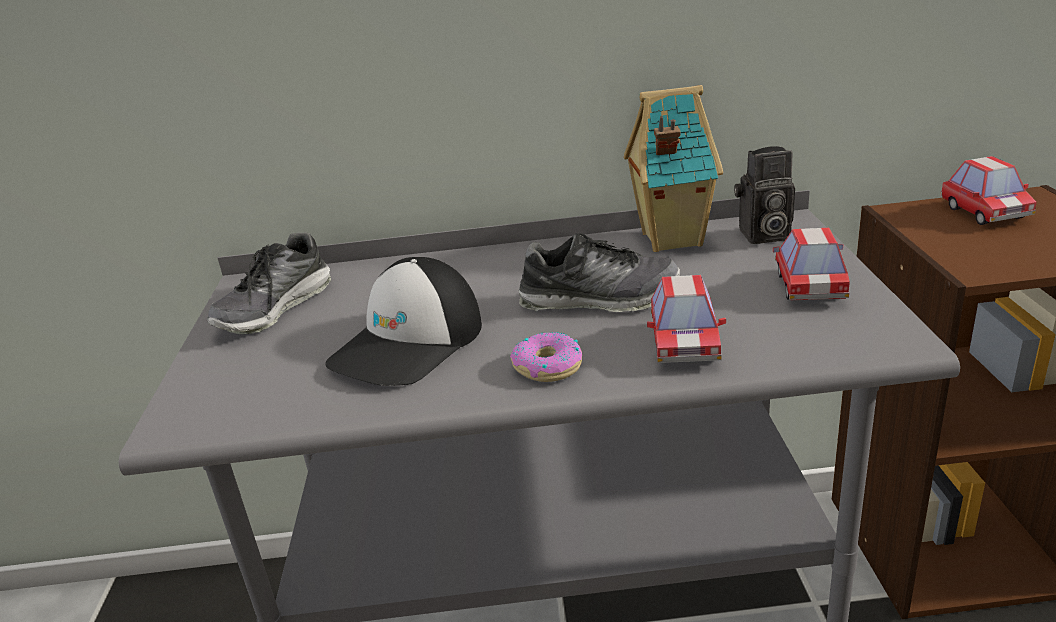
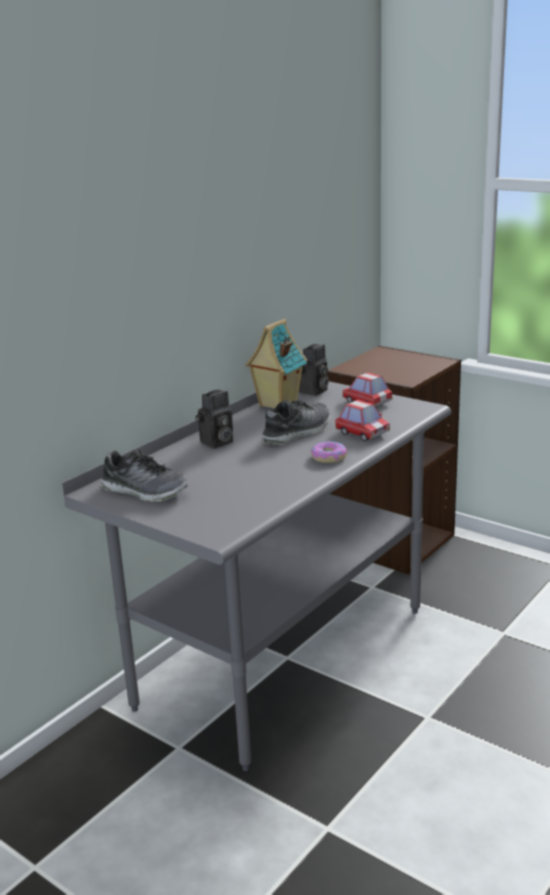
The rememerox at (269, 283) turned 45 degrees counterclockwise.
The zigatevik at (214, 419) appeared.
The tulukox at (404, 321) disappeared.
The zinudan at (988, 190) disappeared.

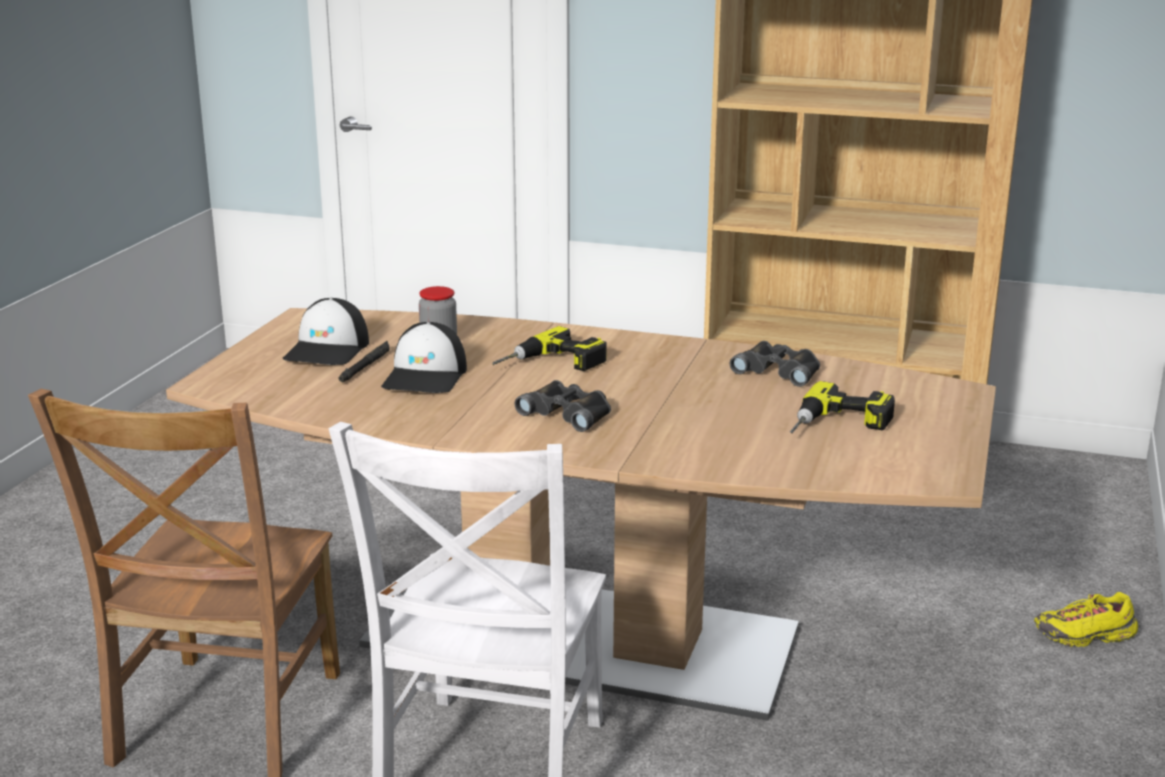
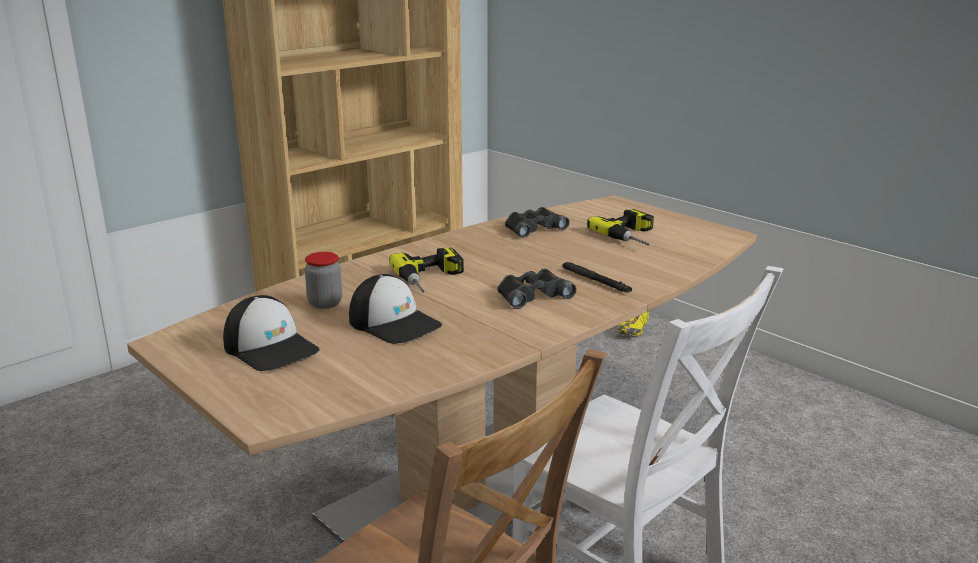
The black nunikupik moved from (364, 362) to (597, 277).

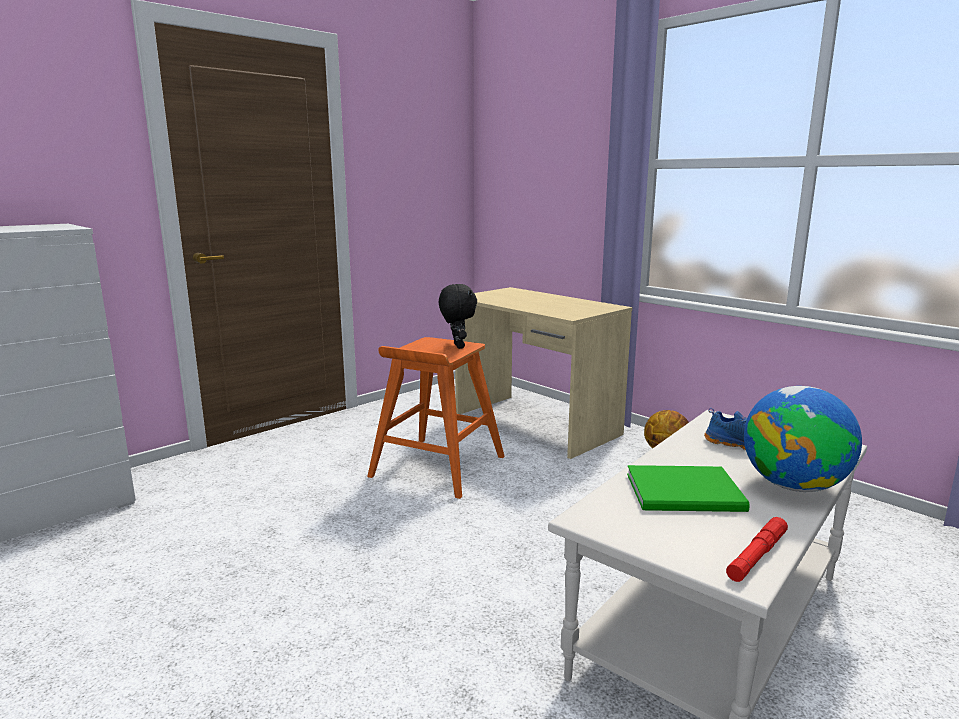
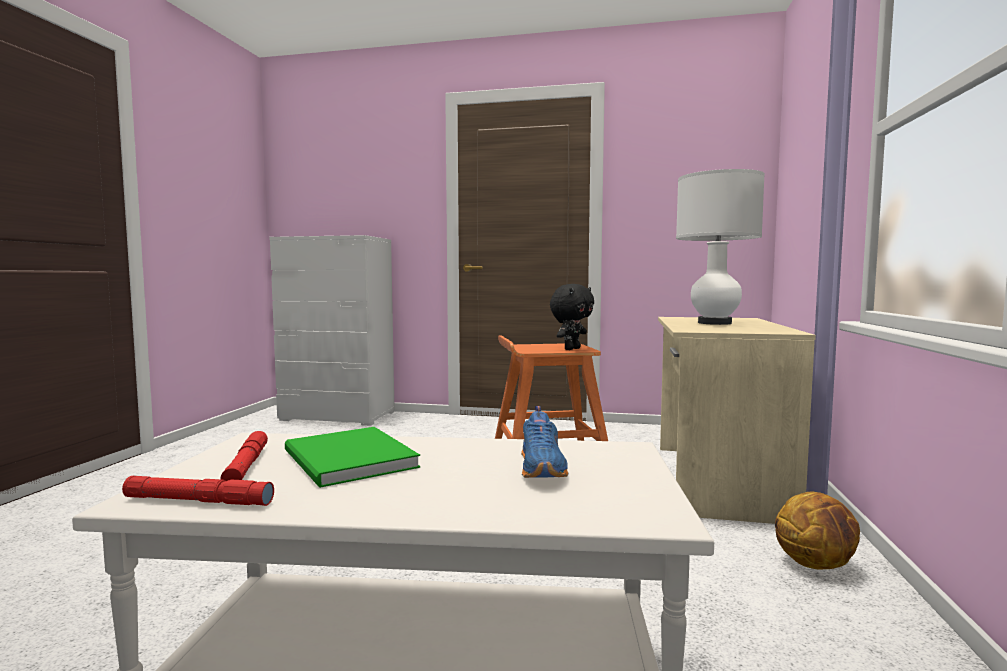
The red nunikupik at (244, 456) appeared.
The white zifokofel at (720, 247) appeared.
The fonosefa at (803, 439) disappeared.

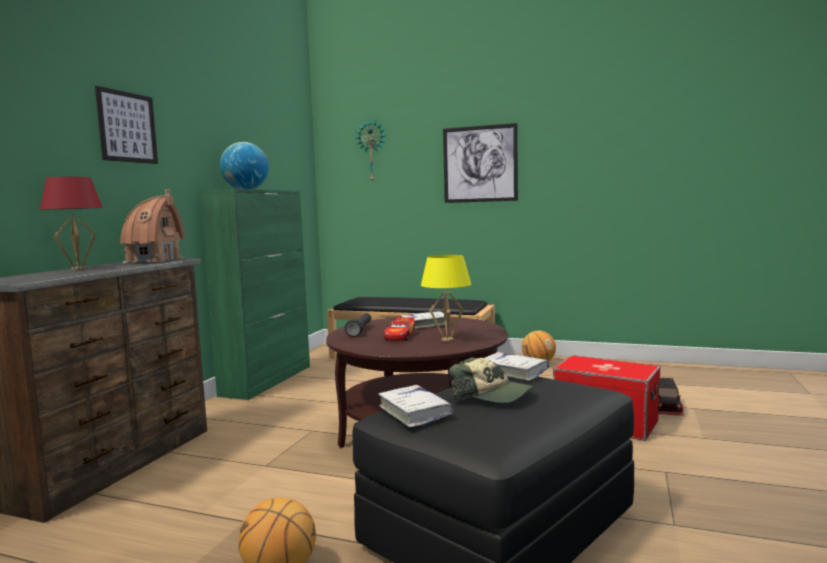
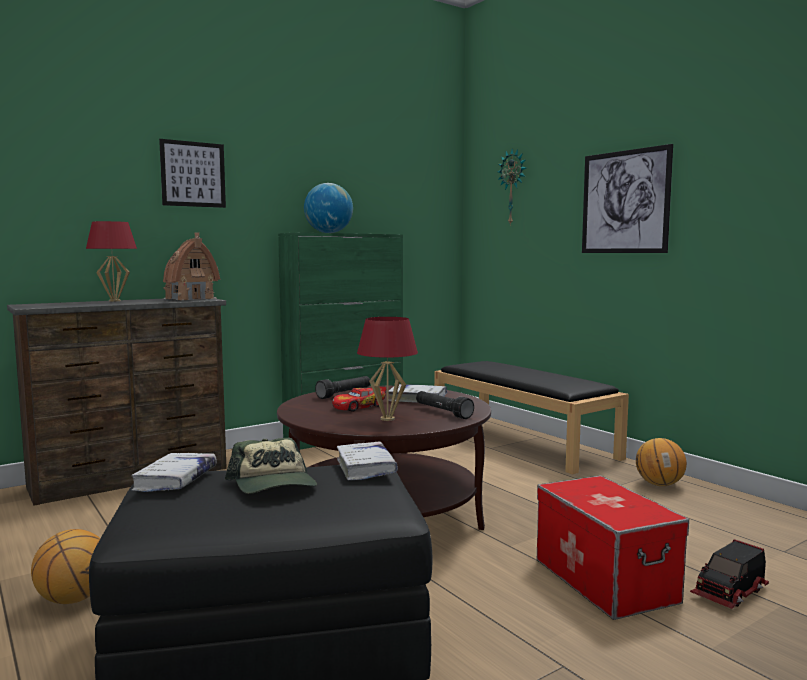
The yellow zifokofel at (446, 298) became the red zifokofel at (387, 369).
The black nunikupik at (445, 405) appeared.

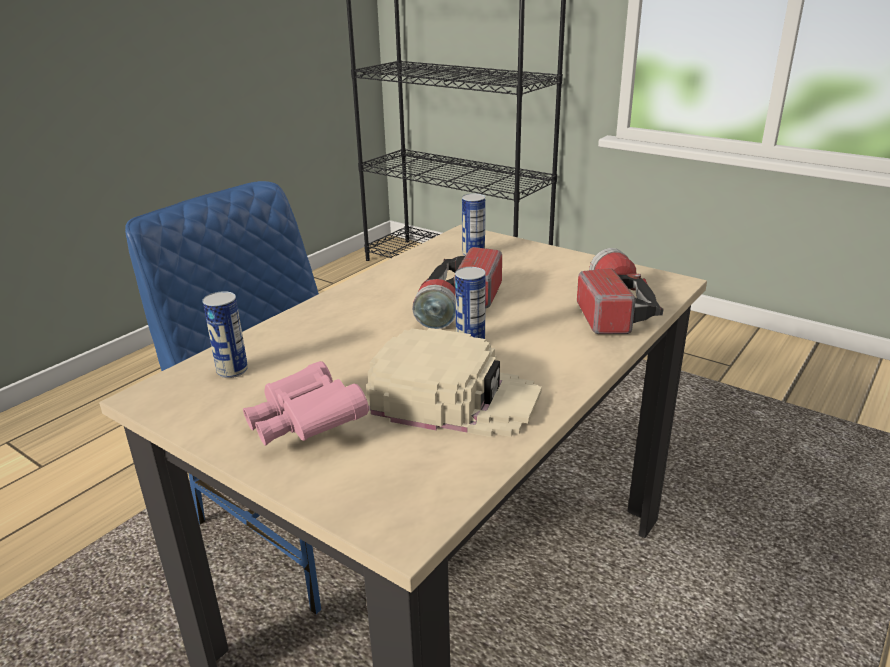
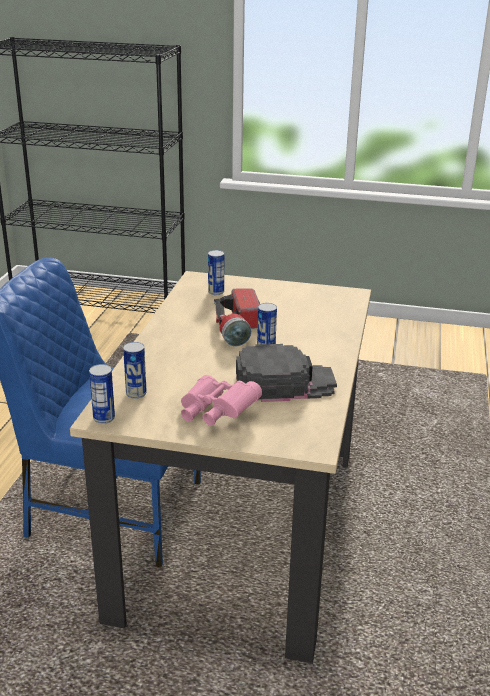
The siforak at (102, 394) appeared.
The beige tulukox at (454, 382) became the black tulukox at (286, 373).
The nunikupik at (620, 291) disappeared.

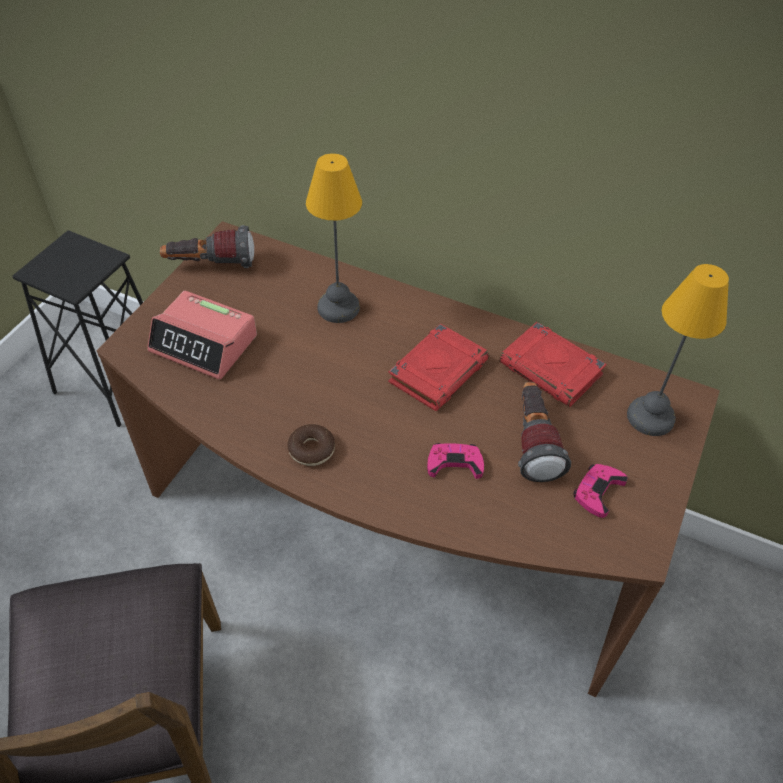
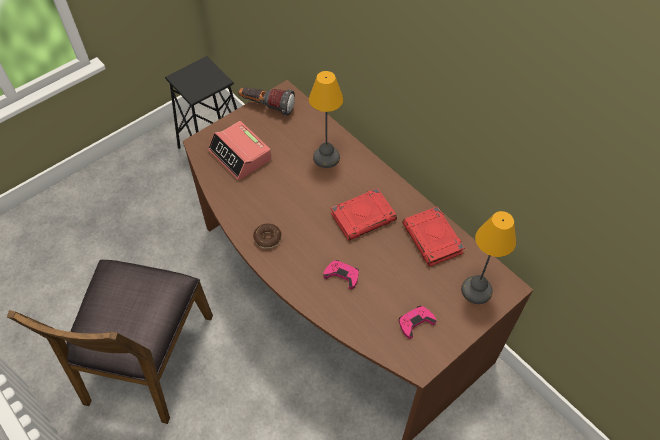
The nunikupik at (544, 432) disappeared.

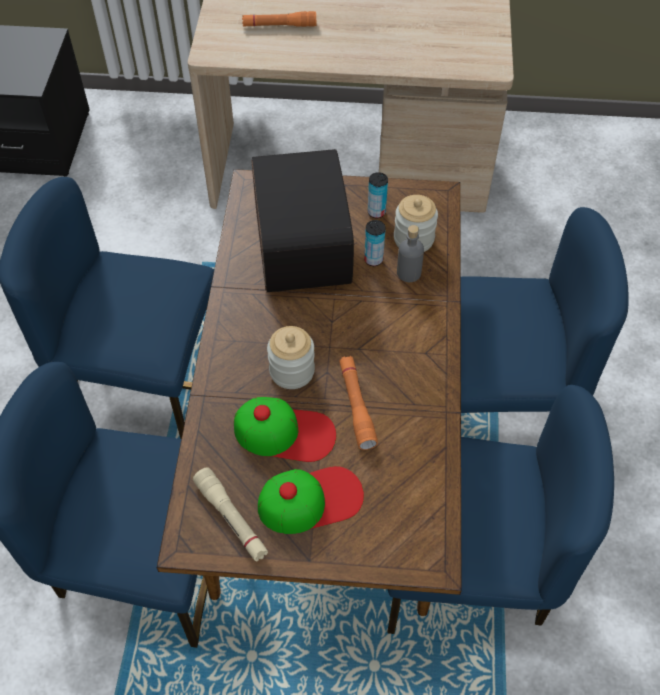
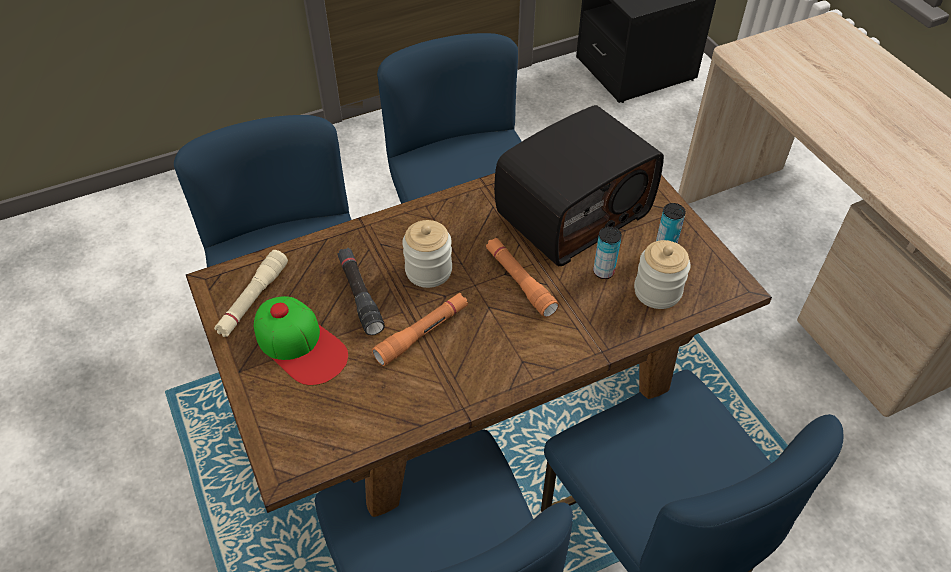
The tulukox at (285, 429) was replaced by the black nunikupik at (361, 291).
The orange nunikupik moved from (279, 19) to (522, 277).
The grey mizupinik at (410, 253) disappeared.

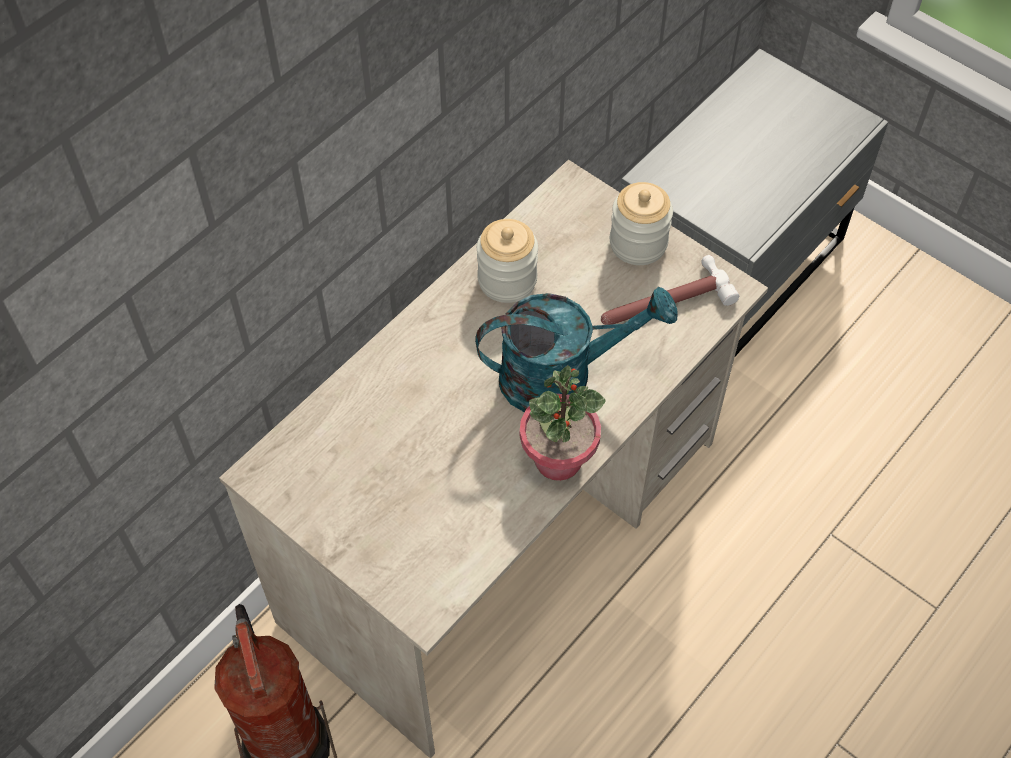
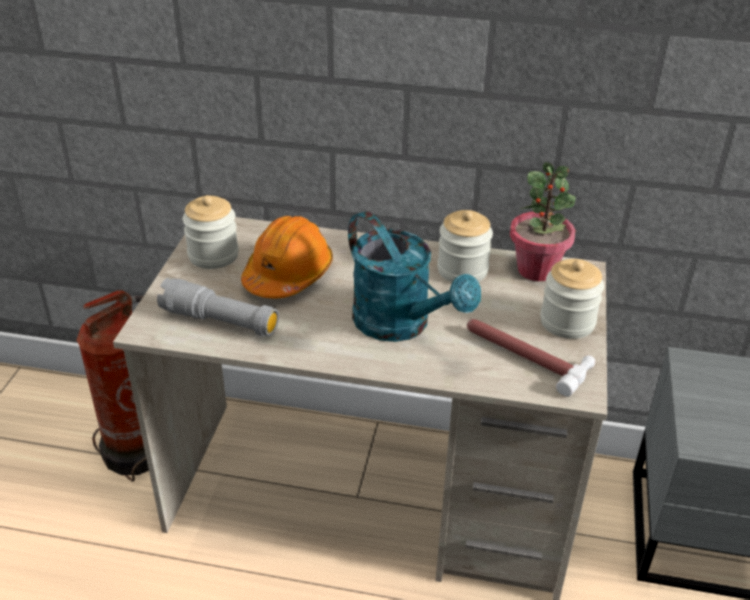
The grey nunikupik at (218, 307) appeared.
The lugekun at (210, 232) appeared.
The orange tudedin at (287, 257) appeared.
The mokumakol moved from (563, 423) to (543, 221).

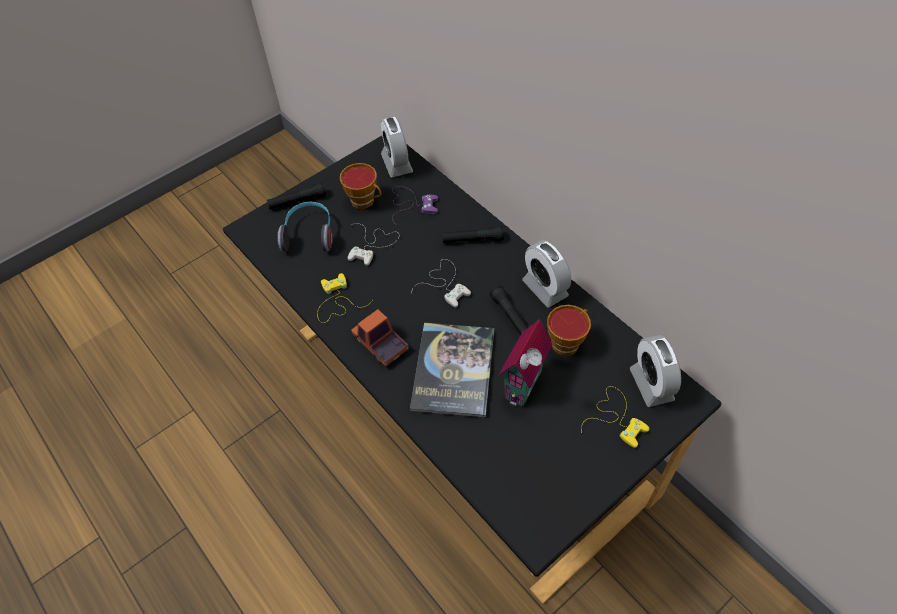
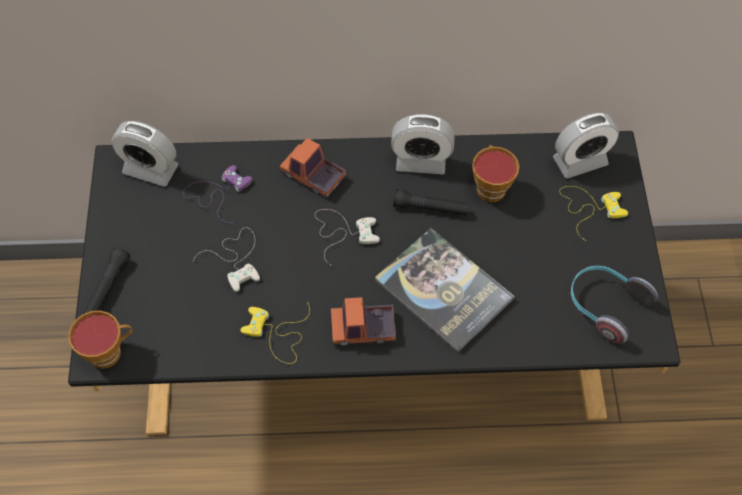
The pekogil moved from (361, 186) to (100, 339).
The black nunikupik at (472, 234) was replaced by the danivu at (313, 168).
The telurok at (655, 371) turned 45 degrees counterclockwise.
The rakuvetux moved from (305, 227) to (614, 305).
The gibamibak at (526, 363) disappeared.

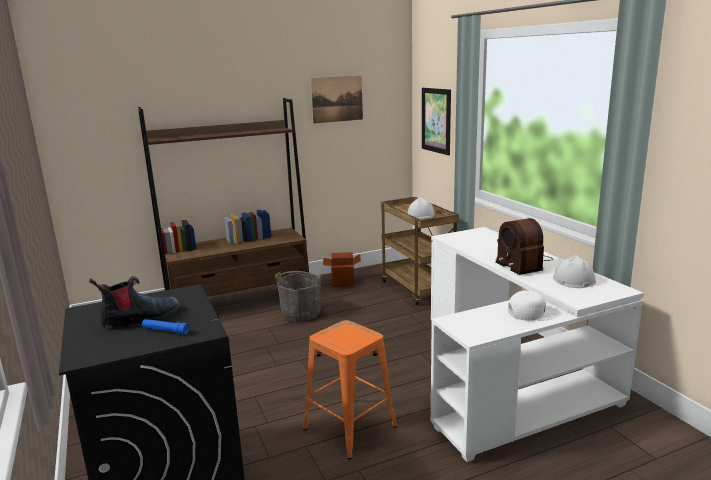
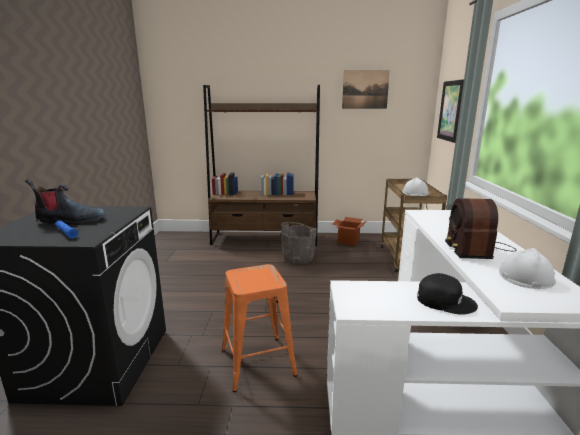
The white tulukox at (532, 306) became the black tulukox at (447, 294).

